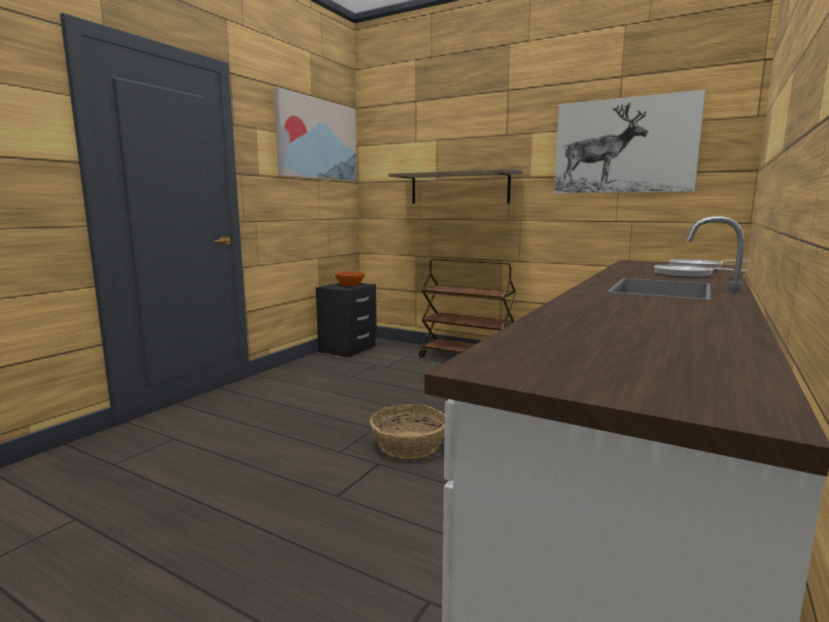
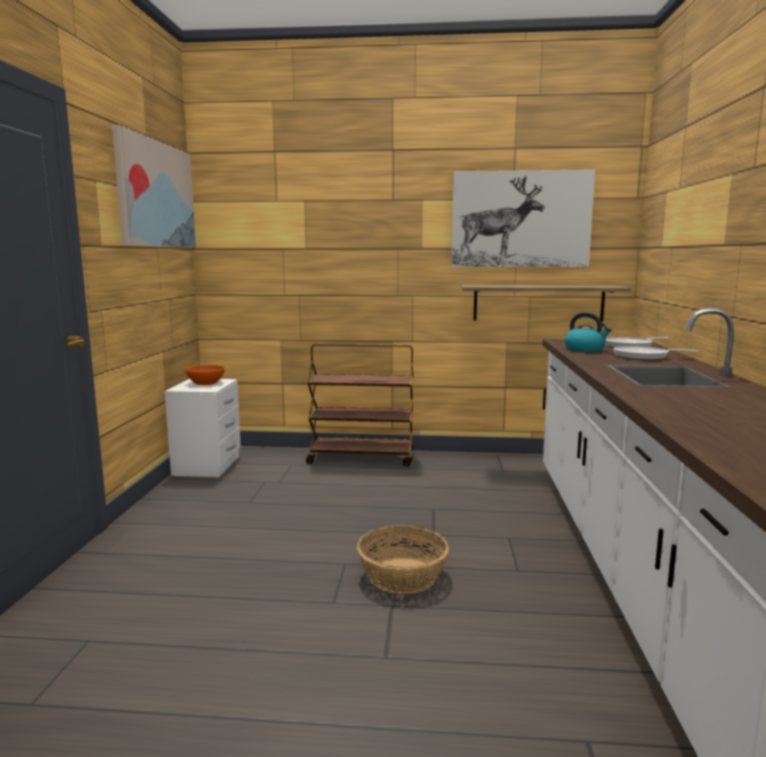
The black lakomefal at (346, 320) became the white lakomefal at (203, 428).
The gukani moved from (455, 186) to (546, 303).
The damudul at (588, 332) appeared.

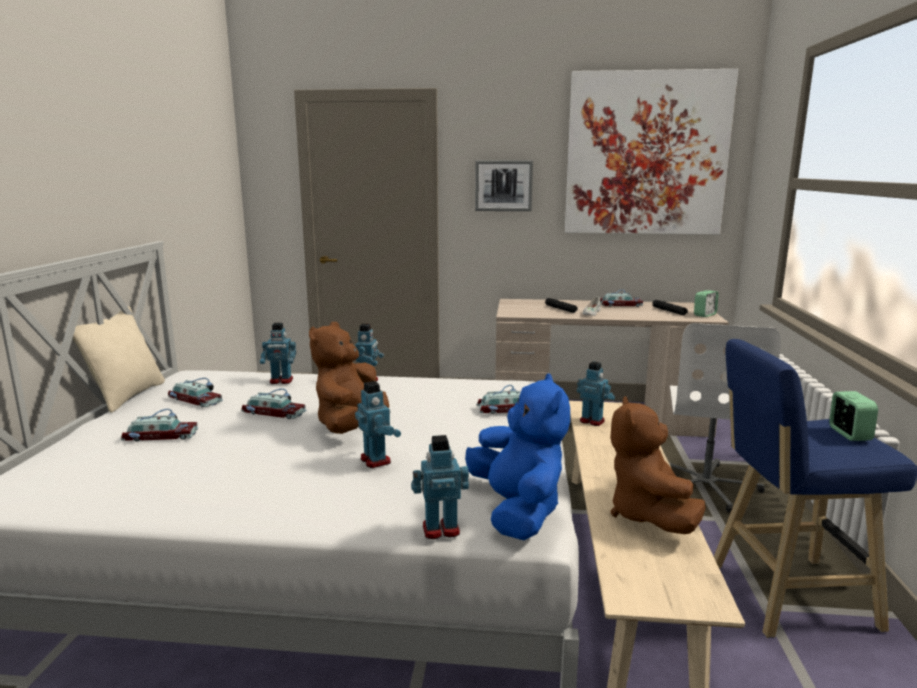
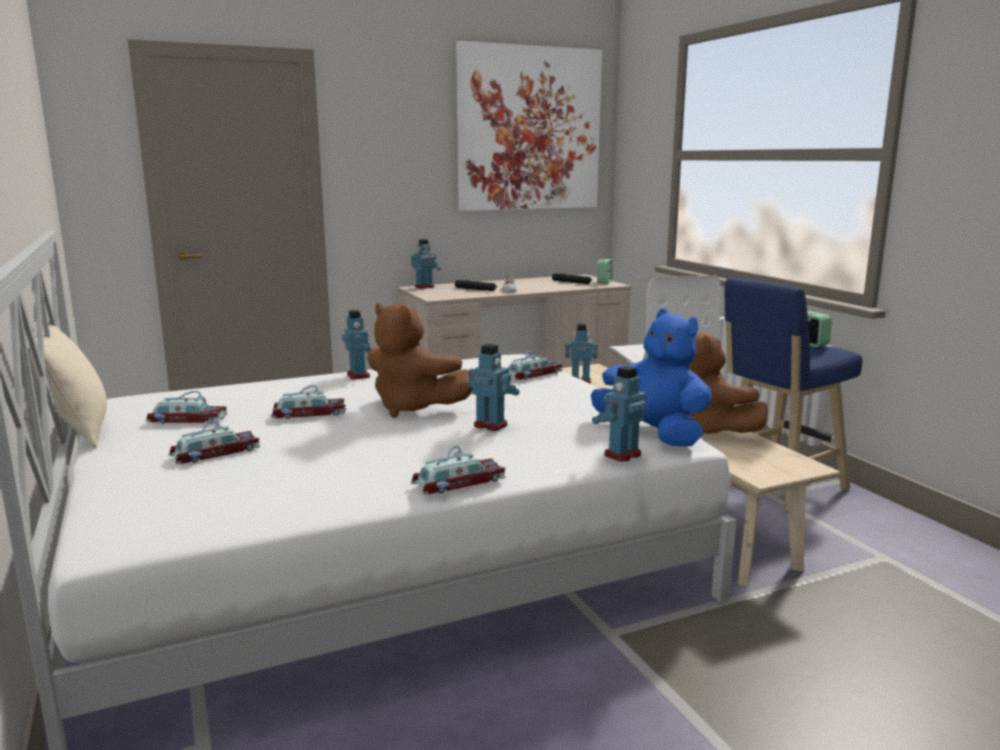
The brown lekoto at (349, 378) turned 45 degrees counterclockwise.
The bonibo moved from (278, 353) to (426, 264).
The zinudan moved from (621, 298) to (458, 470).
The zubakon at (504, 185) disappeared.

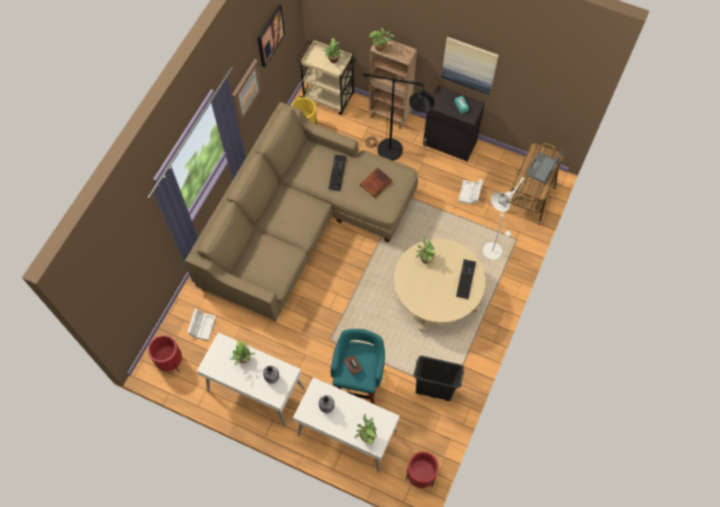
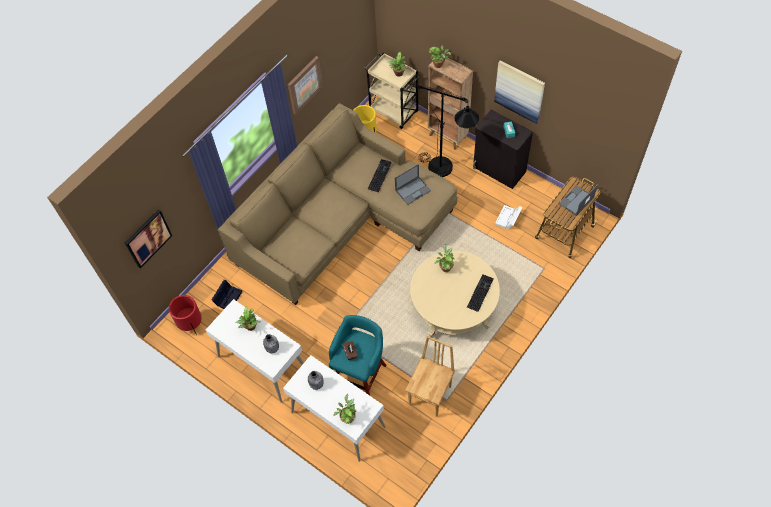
The zubakon moved from (271, 35) to (148, 238).
The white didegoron at (201, 325) became the black didegoron at (227, 294).
The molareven at (376, 183) was replaced by the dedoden at (413, 184).
The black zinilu at (438, 378) was replaced by the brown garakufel at (430, 376).
The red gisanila at (422, 469) disappeared.
The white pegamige at (504, 218) disappeared.

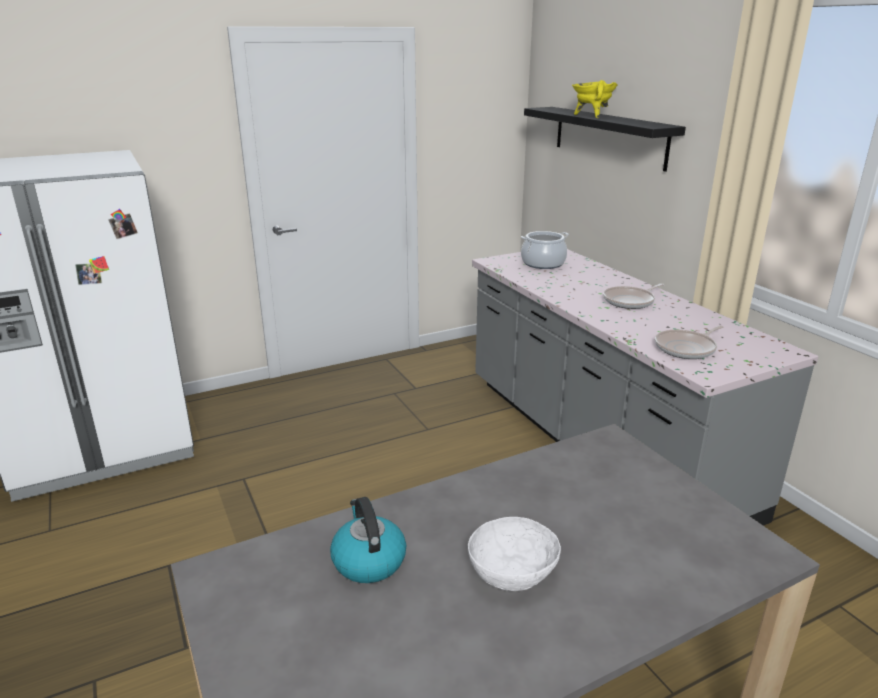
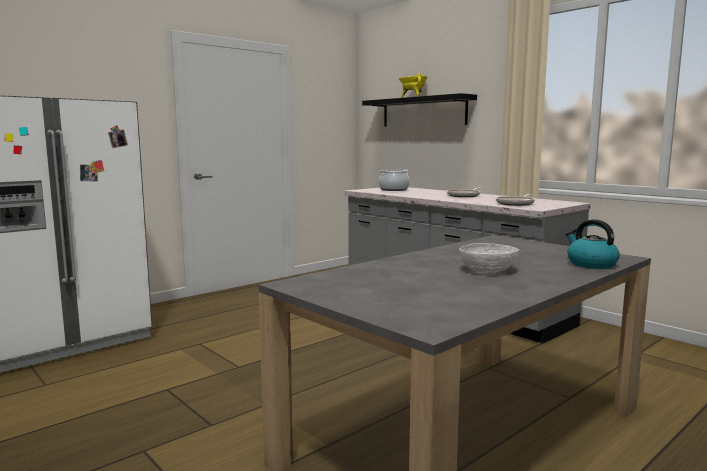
The damudul moved from (368, 540) to (593, 244).

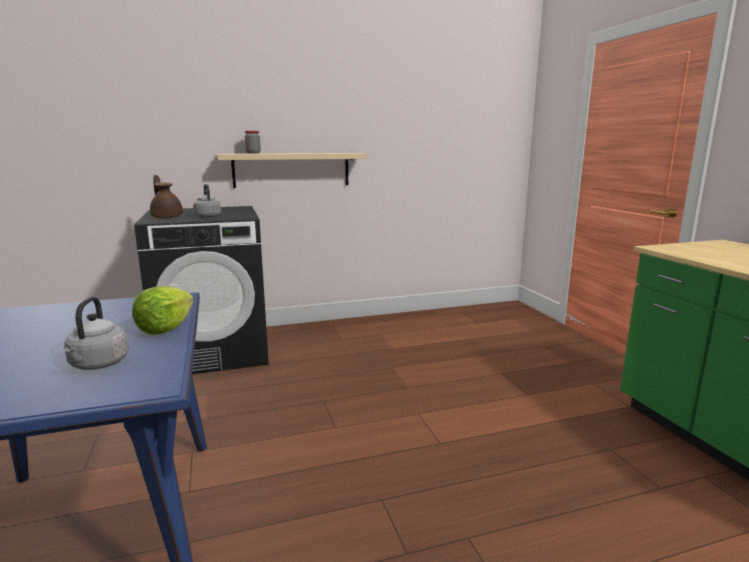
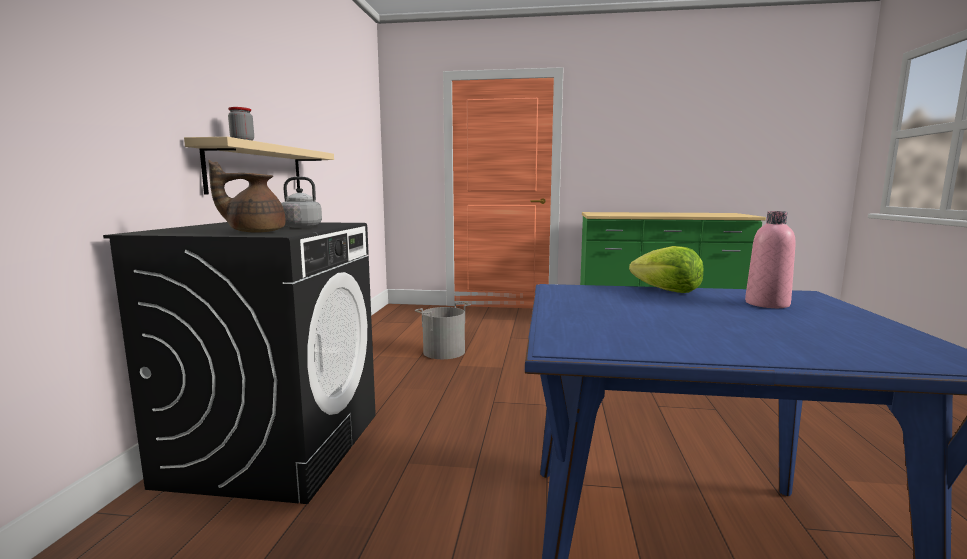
The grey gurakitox at (443, 330) appeared.
The grey damudul at (96, 333) was replaced by the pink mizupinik at (770, 259).

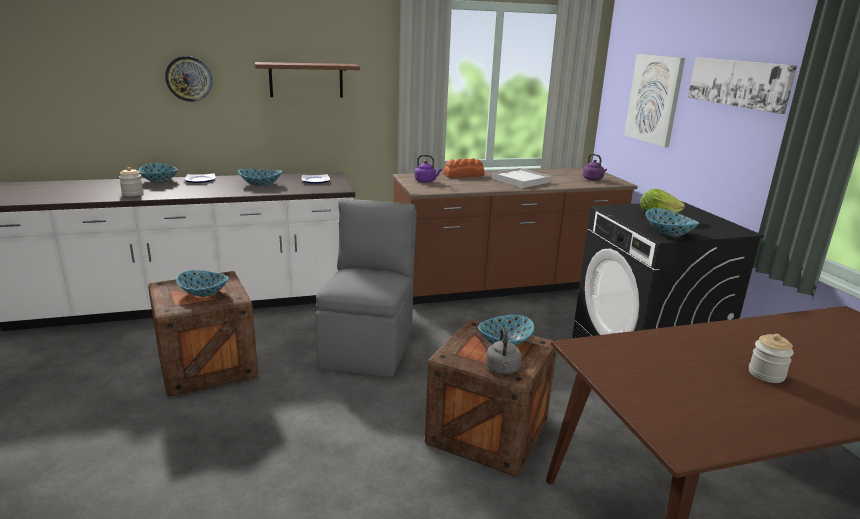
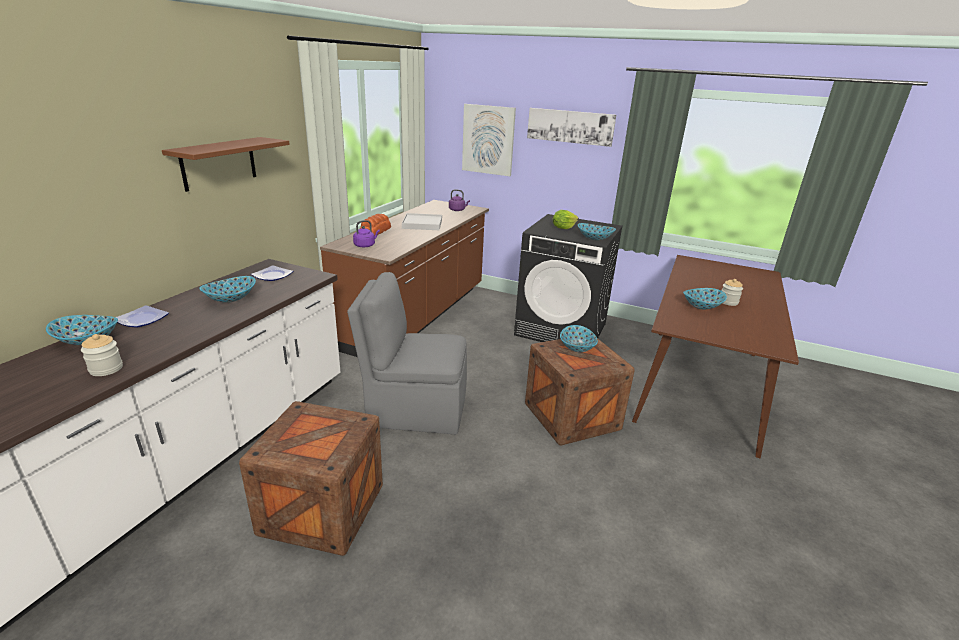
The grey garakufel at (366, 287) turned 45 degrees counterclockwise.
The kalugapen moved from (202, 283) to (705, 298).
The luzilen at (188, 79) disappeared.
The grey damudul at (503, 350) disappeared.

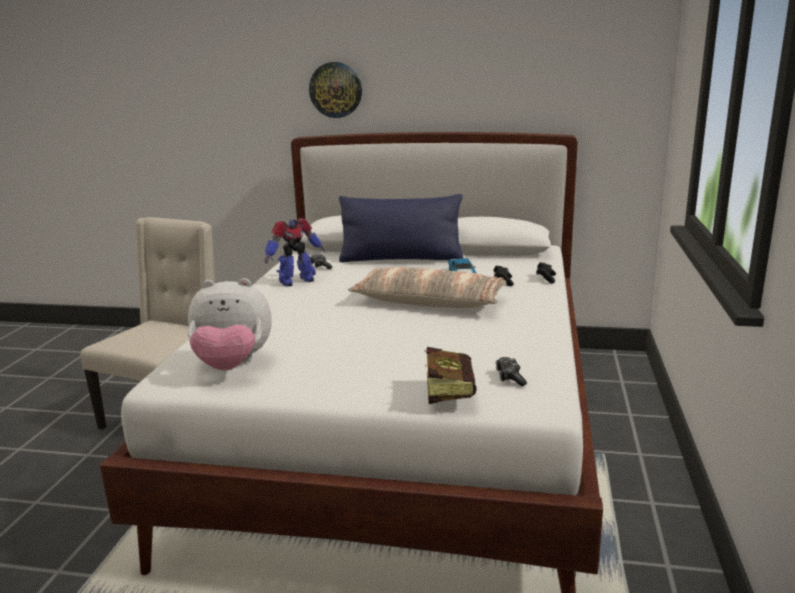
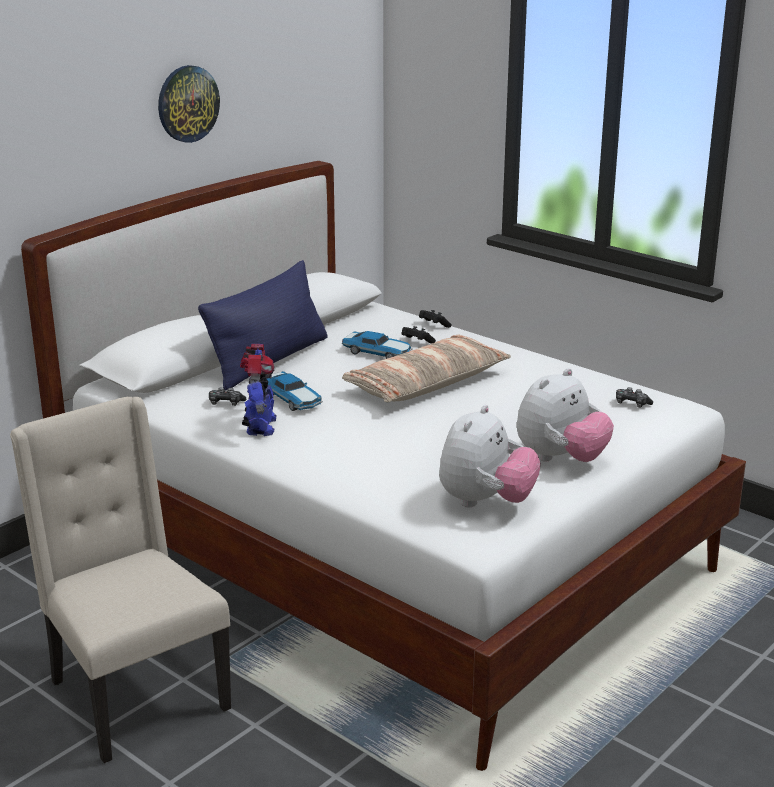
The luzilen moved from (335, 90) to (189, 104).
The zinudan at (294, 391) appeared.
The lekoto at (565, 415) appeared.
The molareven at (450, 375) disappeared.

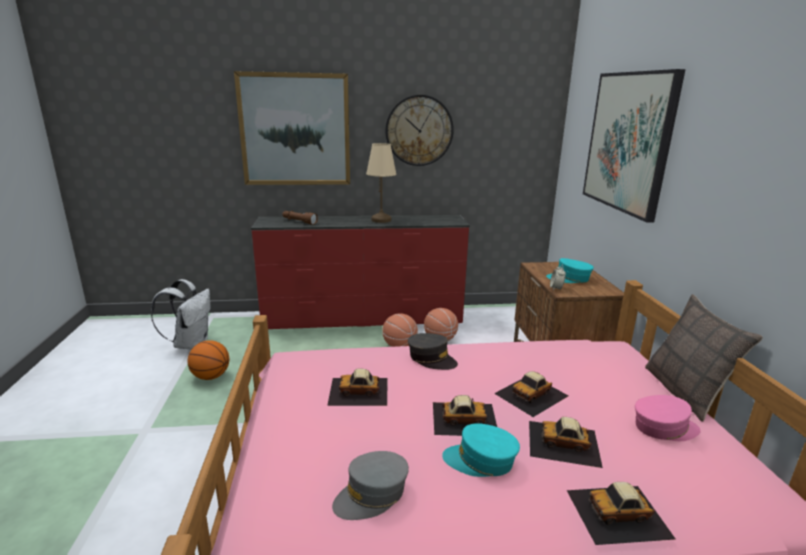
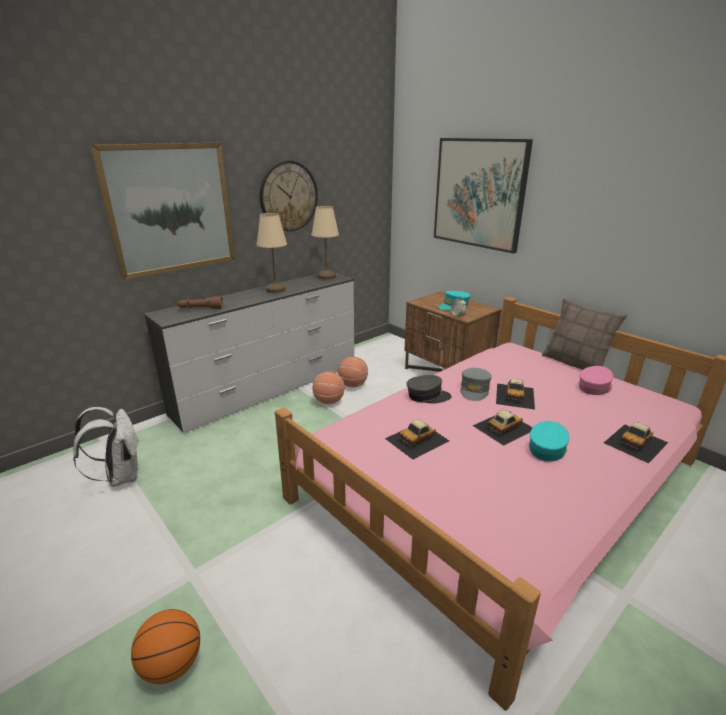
The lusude moved from (208, 360) to (165, 646).
The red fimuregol at (360, 272) became the white fimuregol at (249, 353).
The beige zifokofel at (325, 242) appeared.
The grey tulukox moved from (370, 485) to (476, 384).
The turquoise tulukox at (481, 450) turned 150 degrees clockwise.
The zinudan at (566, 442) disappeared.

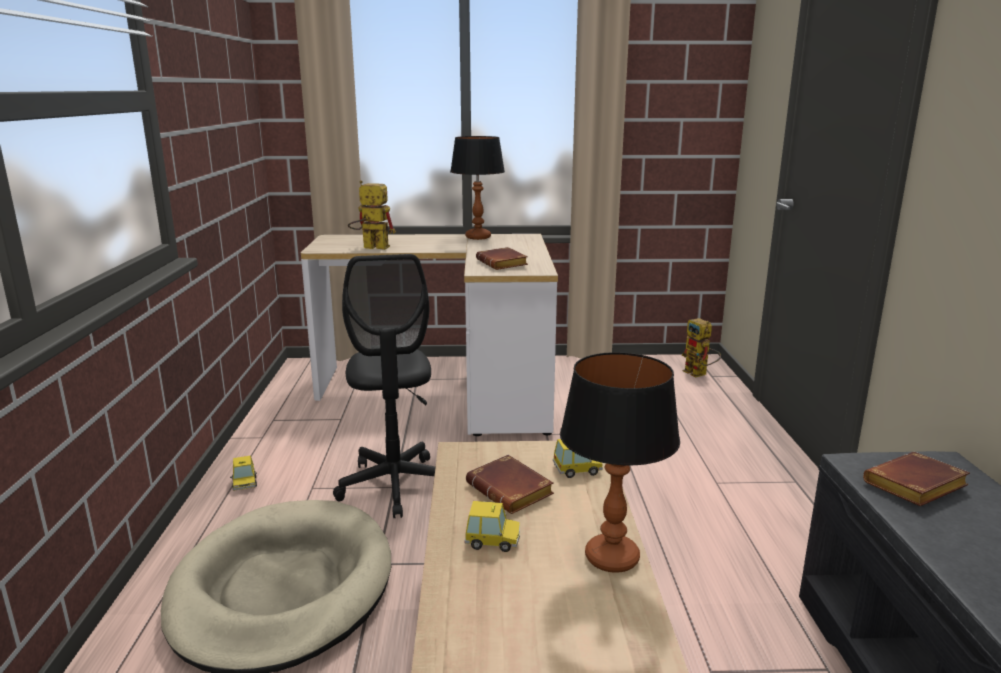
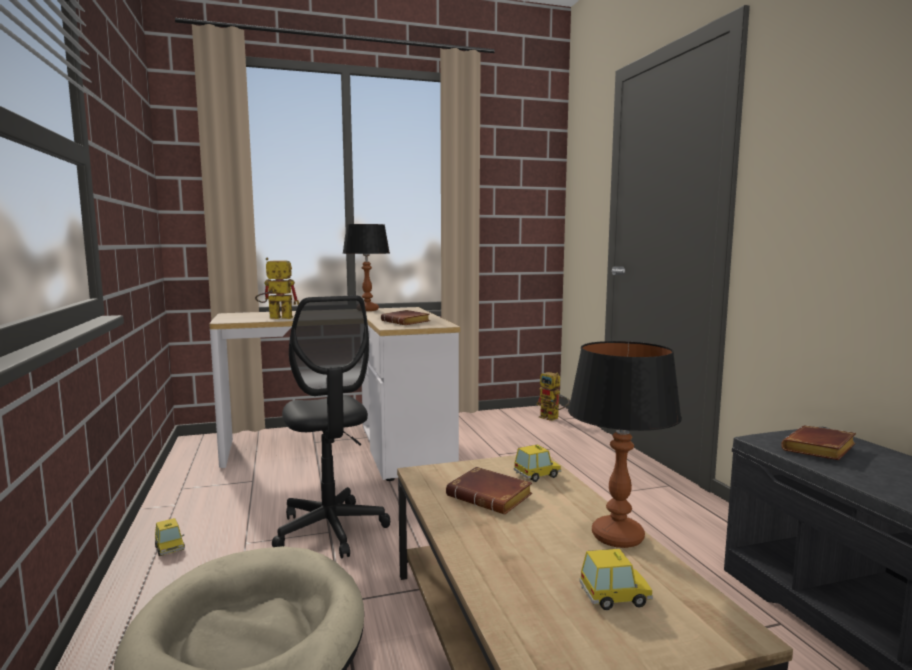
The zinudan moved from (492, 526) to (616, 579).

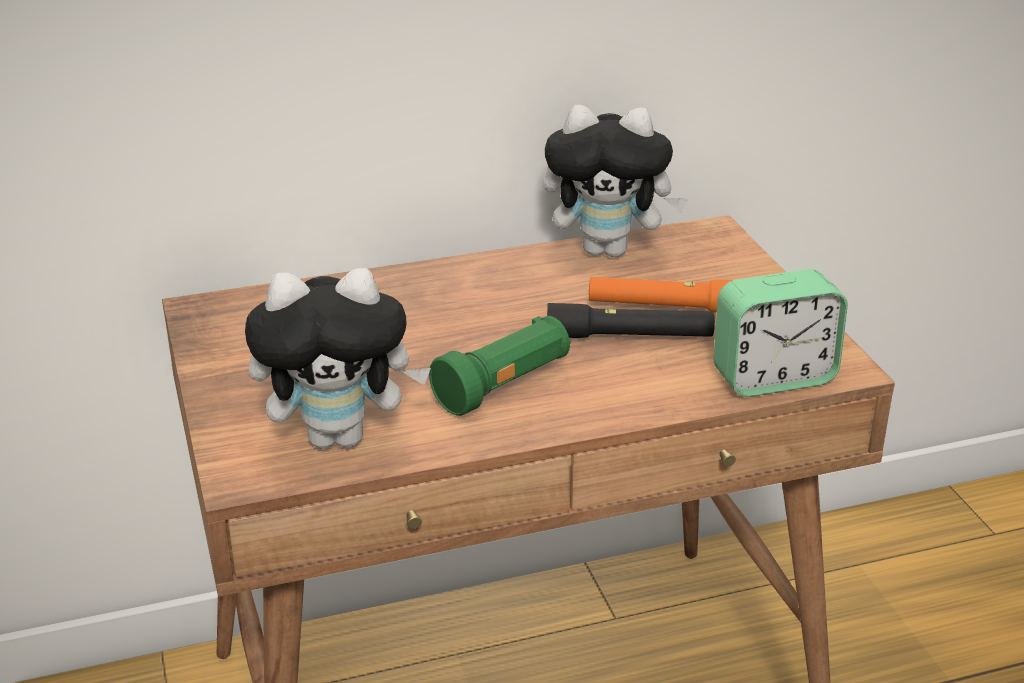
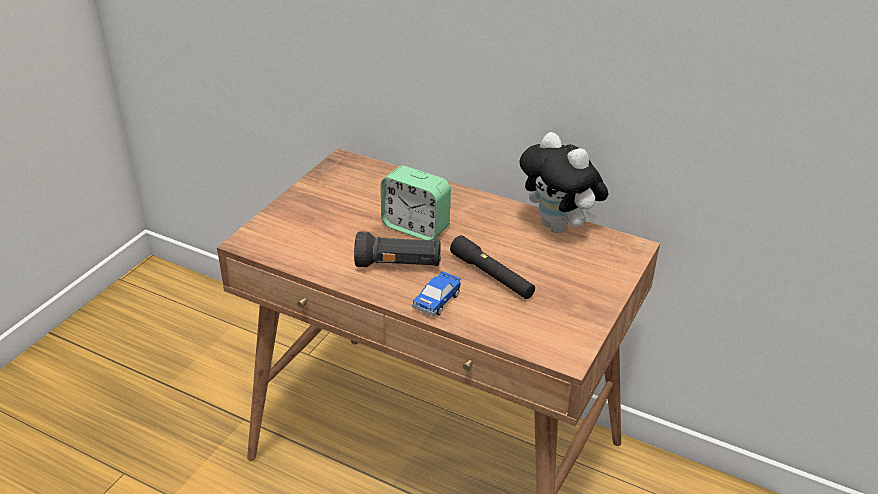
The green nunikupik at (500, 366) became the black nunikupik at (397, 249).
The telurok moved from (780, 333) to (416, 203).
The zinudan at (436, 293) appeared.
The lekoto at (338, 358) disappeared.
The orange nunikupik at (661, 295) disappeared.

